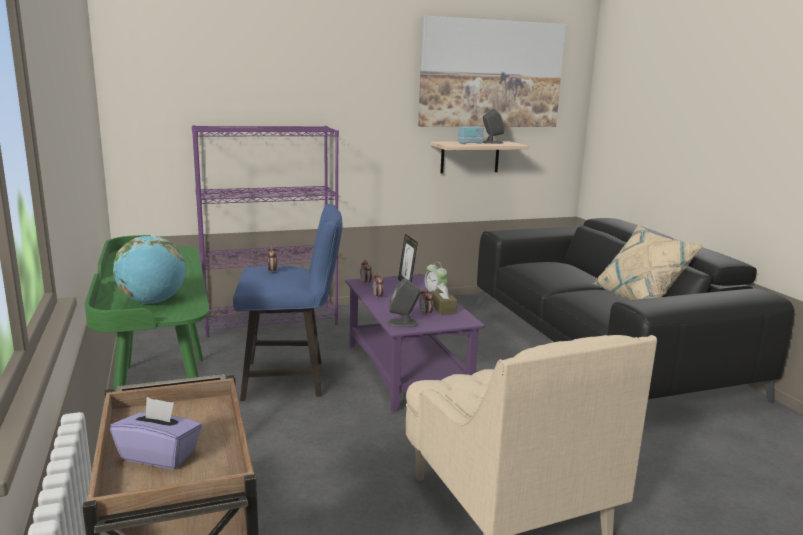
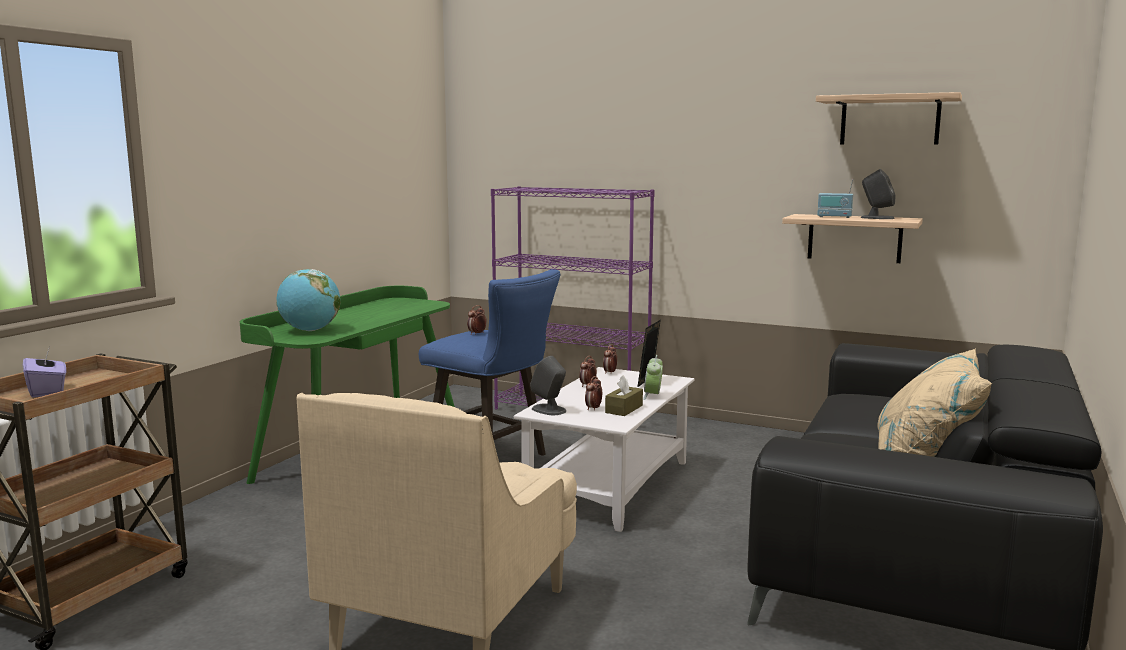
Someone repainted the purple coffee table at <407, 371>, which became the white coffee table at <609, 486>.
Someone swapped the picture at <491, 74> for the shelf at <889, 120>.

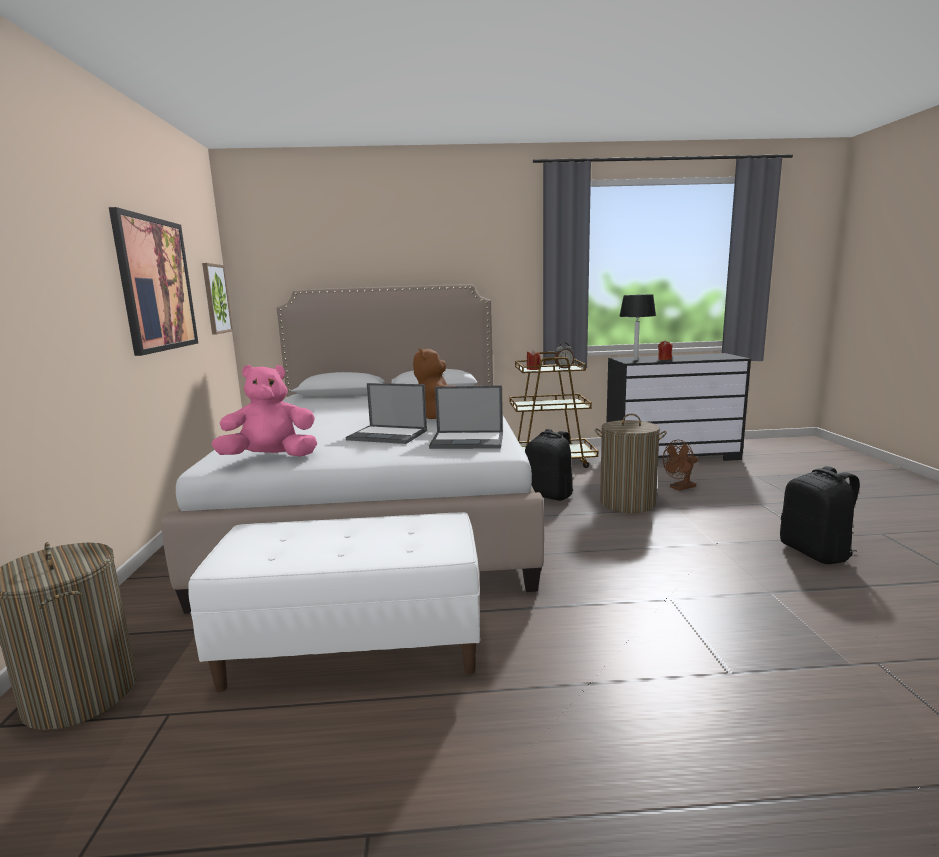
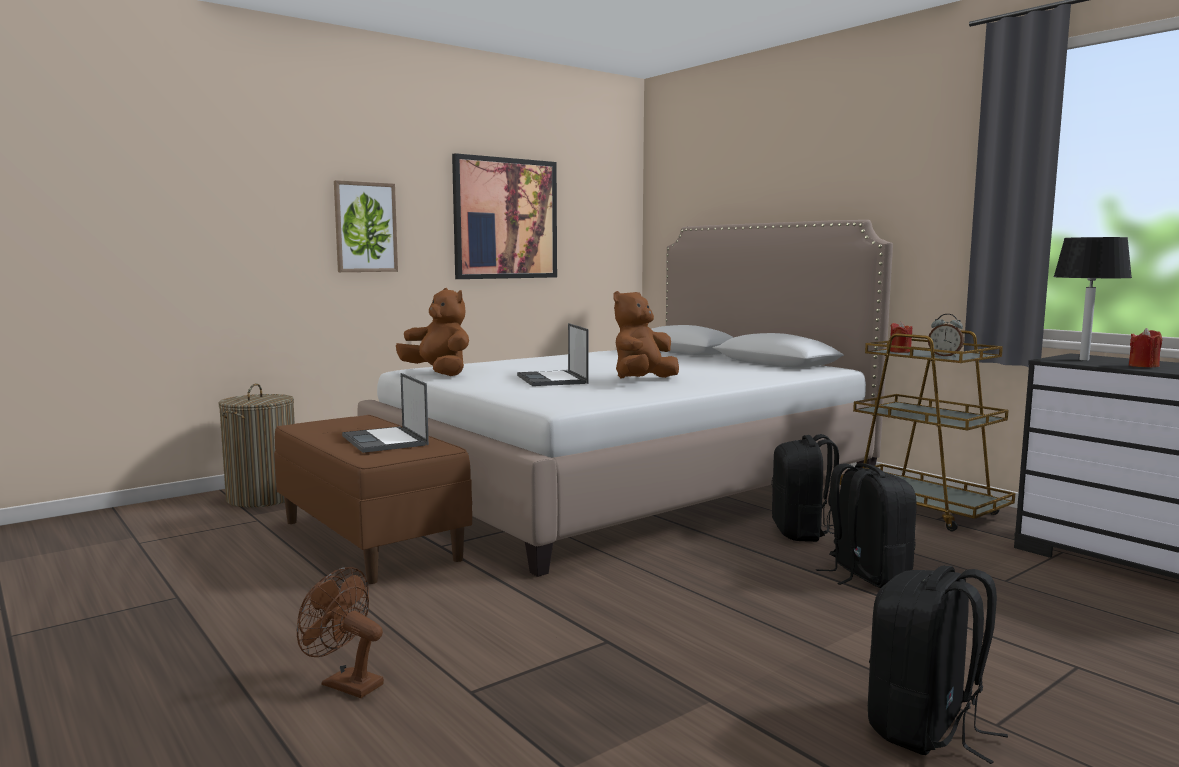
Someone repainted the white bench at <355, 647>, which became the brown bench at <371, 540>.
Someone carried the picture from <216, 299> to <365, 227>.
Someone repainted the pink plush toy at <271, 458>, which became the brown plush toy at <438, 373>.
Someone carried the laptop from <468, 441> to <385, 440>.
Someone swapped the laundry basket at <627, 503> for the black backpack at <865, 575>.
Someone carried the brown fan from <680, 488> to <345, 683>.

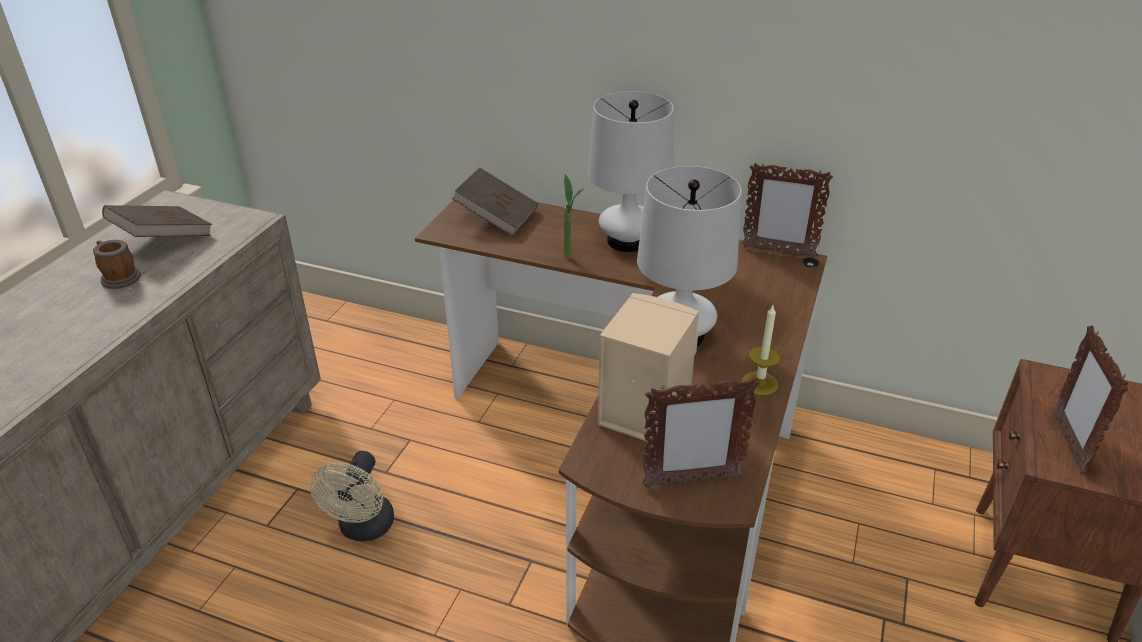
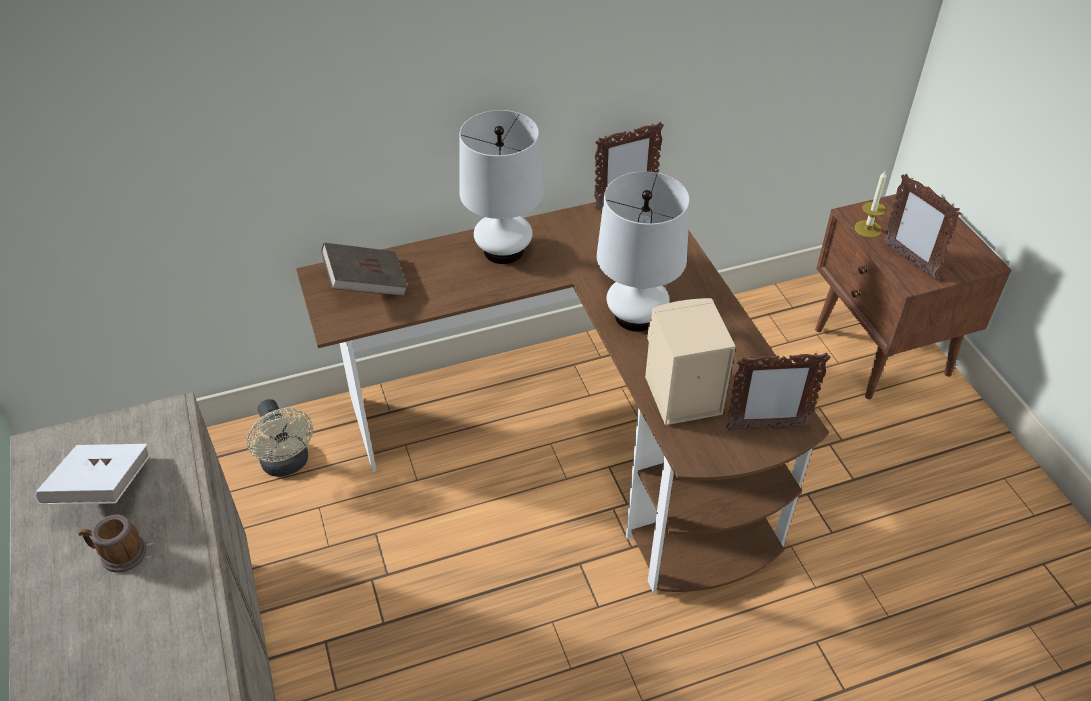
Someone repainted the brown book at <163, 239>, which became the white book at <102, 488>.
Someone carried the beige fan from <363, 529> to <287, 464>.
Someone took away the potted plant at <571, 259>.
Someone rotated the picture frame at <691, 482> by 45 degrees clockwise.
Someone carried the candle from <760, 383> to <868, 229>.

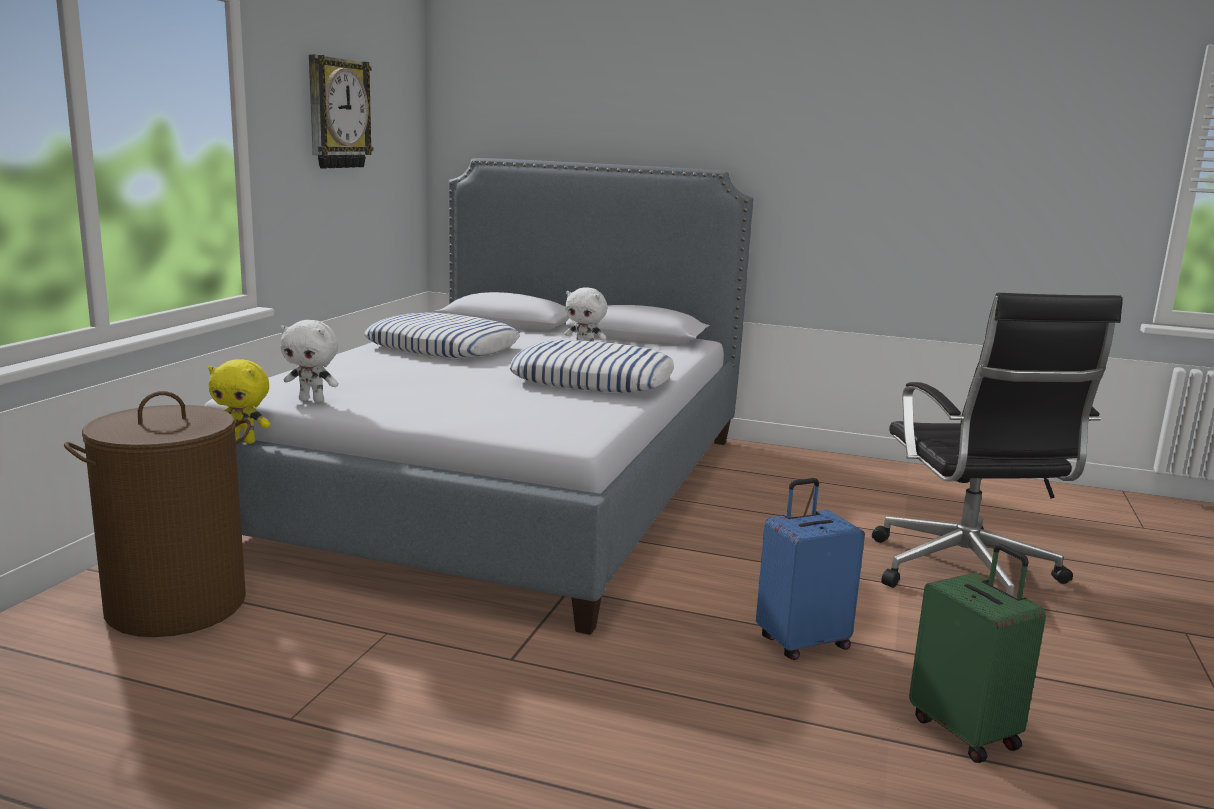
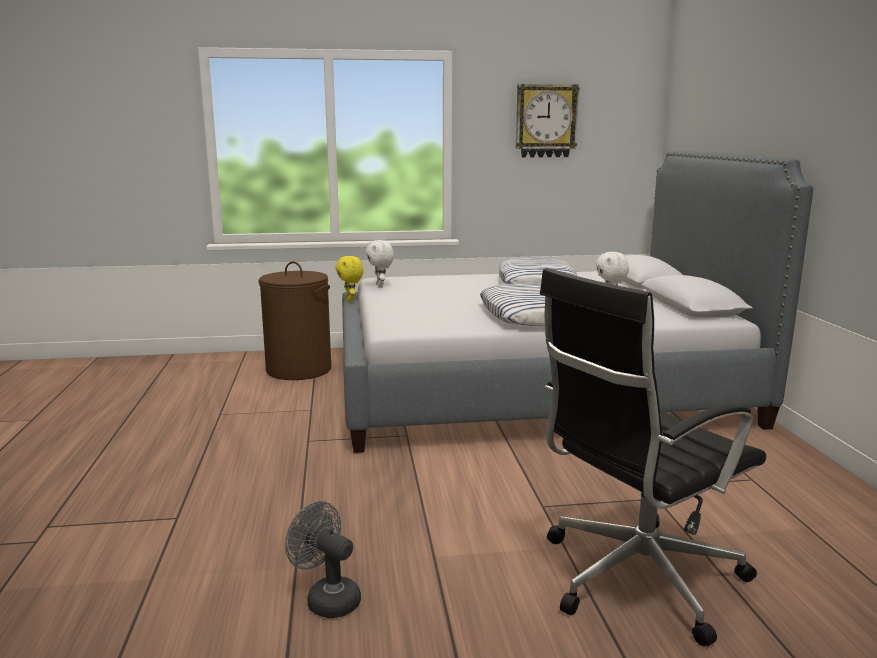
Someone took away the blue suitcase at <801, 642>.
Someone swapped the green suitcase at <966, 732> for the grey fan at <327, 599>.

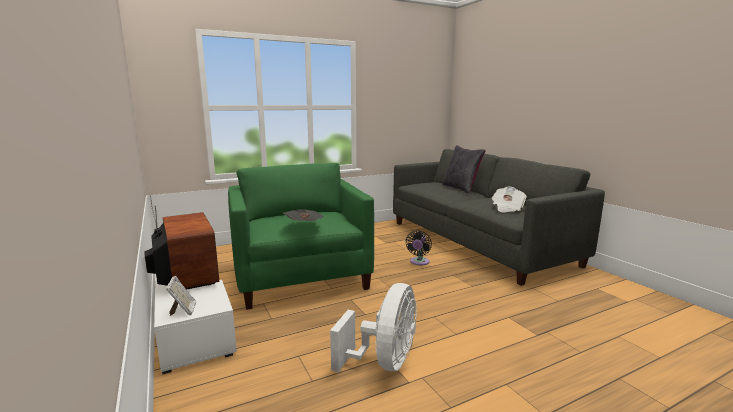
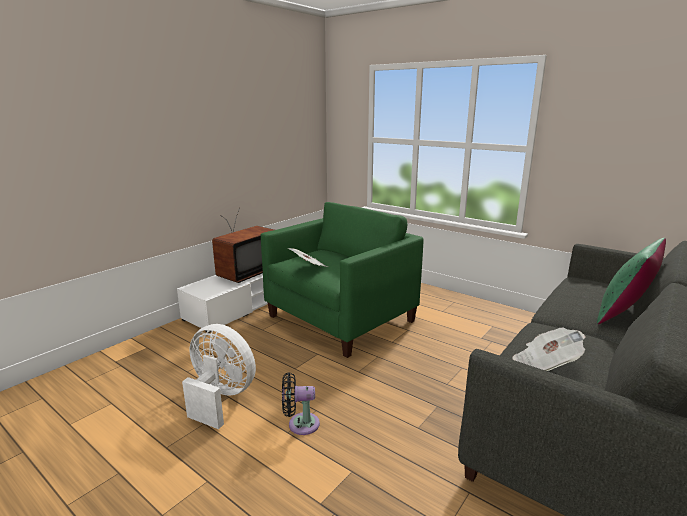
Someone took away the picture frame at <183, 311>.
Someone rotated the white fan at <384, 362> by 150 degrees counterclockwise.
Someone carried the black fan from <419, 262> to <300, 424>.
Someone repainted the black pillow at <461, 188>, which became the green pillow at <623, 314>.

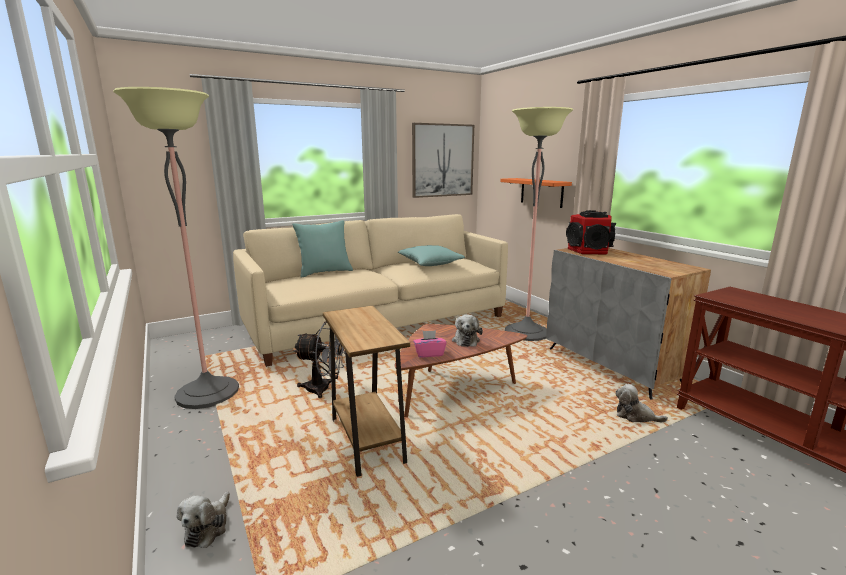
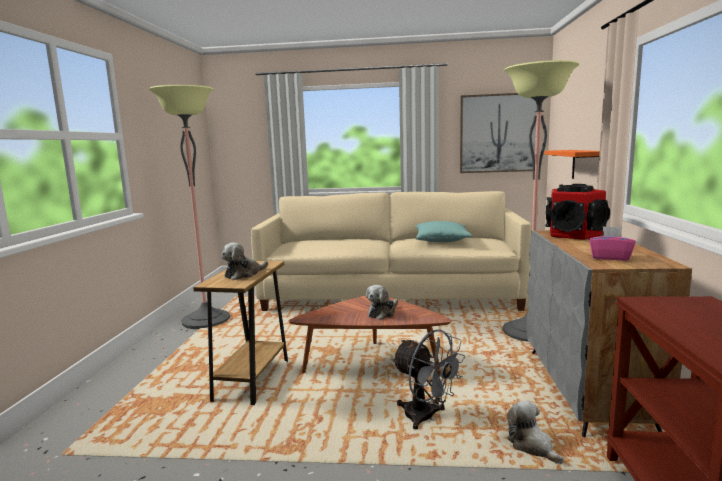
Someone carried the plush toy from <208, 527> to <244, 274>.
Someone took away the turquoise pillow at <325, 272>.
Someone carried the grey fan from <324, 389> to <426, 418>.
Someone carried the pink tissue box from <429, 354> to <610, 257>.

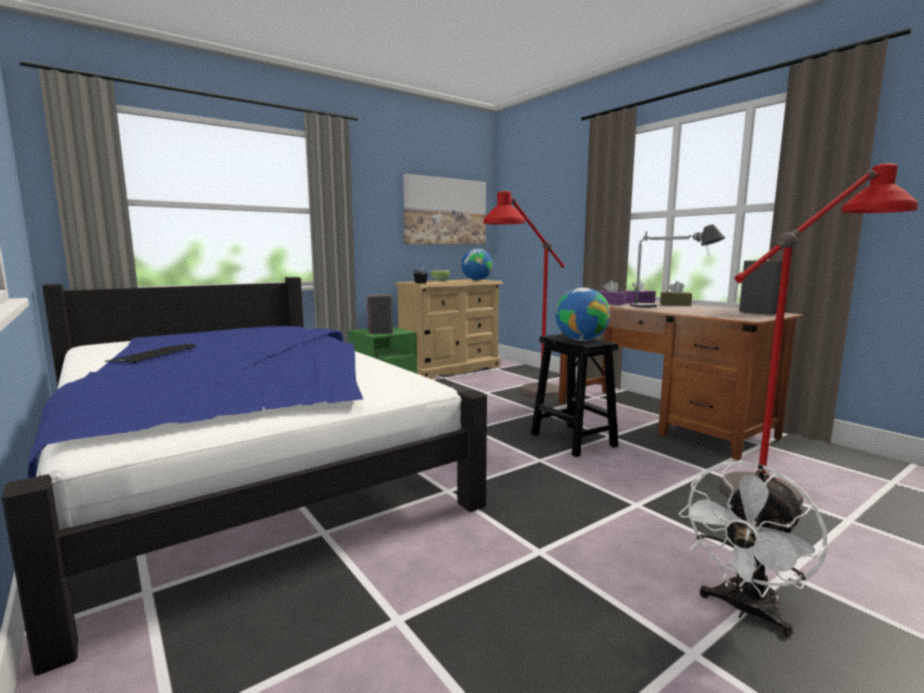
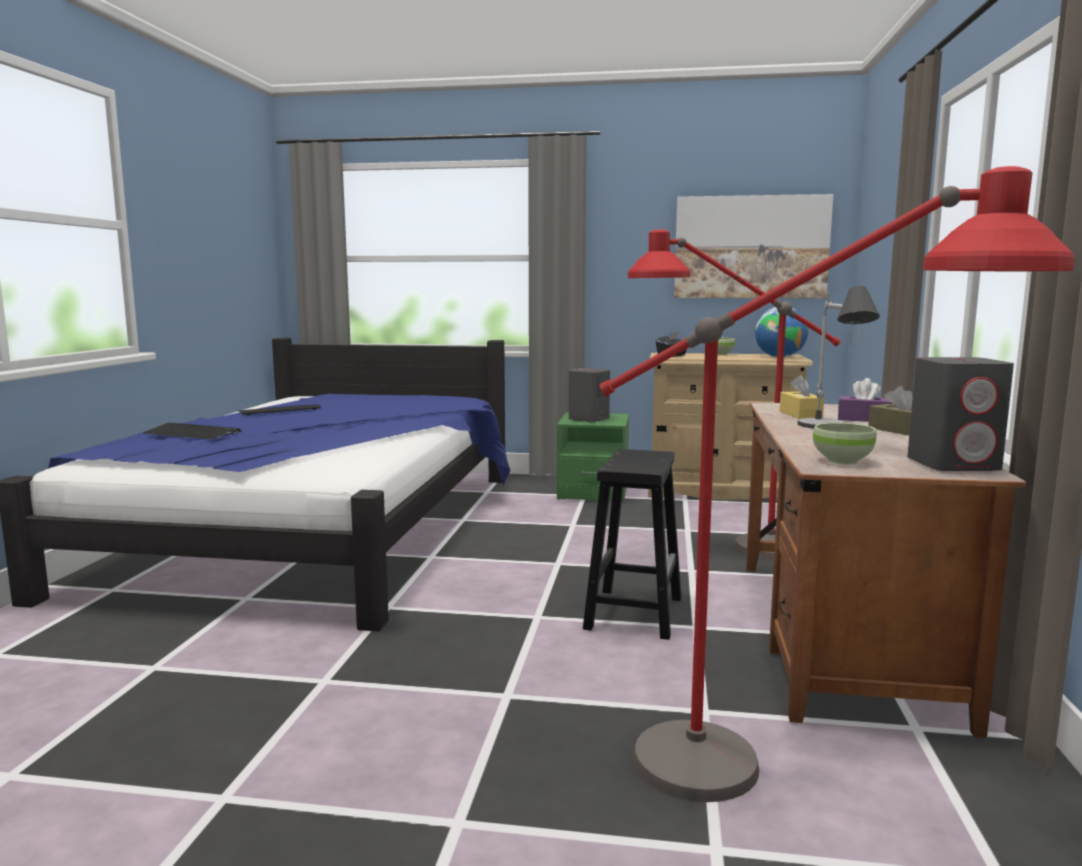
Someone took away the globe at <581, 340>.
Someone repainted the purple tissue box at <610, 303>, which became the yellow tissue box at <800, 415>.
Someone took away the white fan at <744, 610>.
Someone put down the keyboard at <192, 433>.
Someone put down the green bowl at <843, 461>.

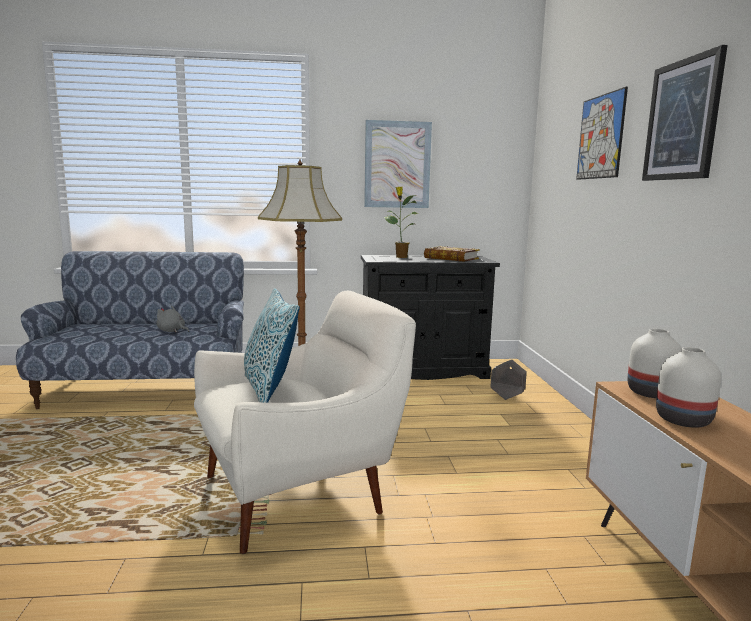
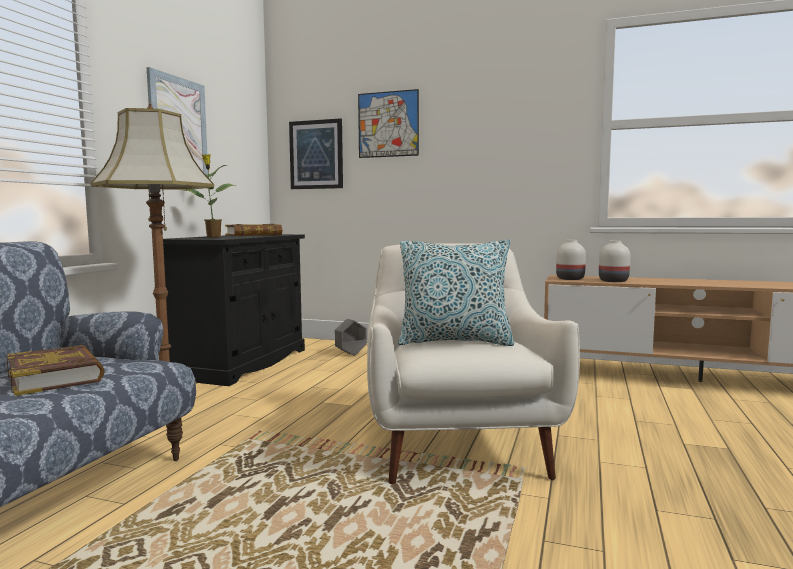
Someone swapped the grey plush toy at <172, 331> for the book at <56, 377>.
Someone carried the picture from <682, 120> to <316, 154>.

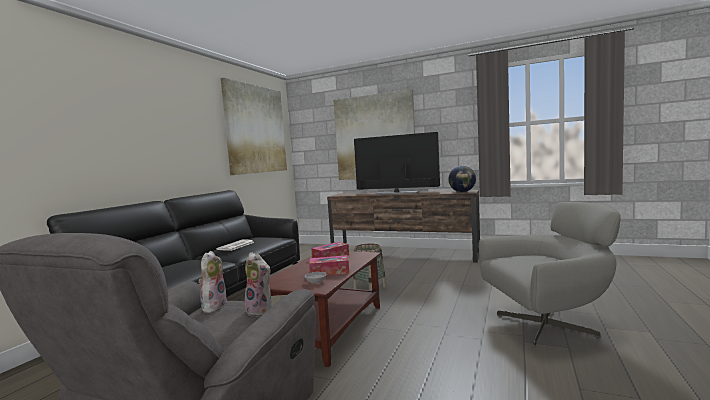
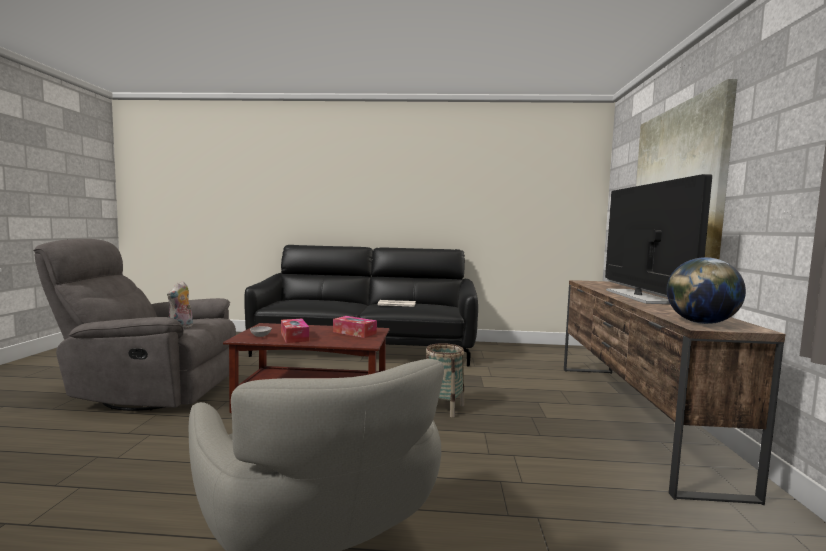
Someone took away the plush toy at <214, 306>.
Someone took away the picture at <255, 129>.

